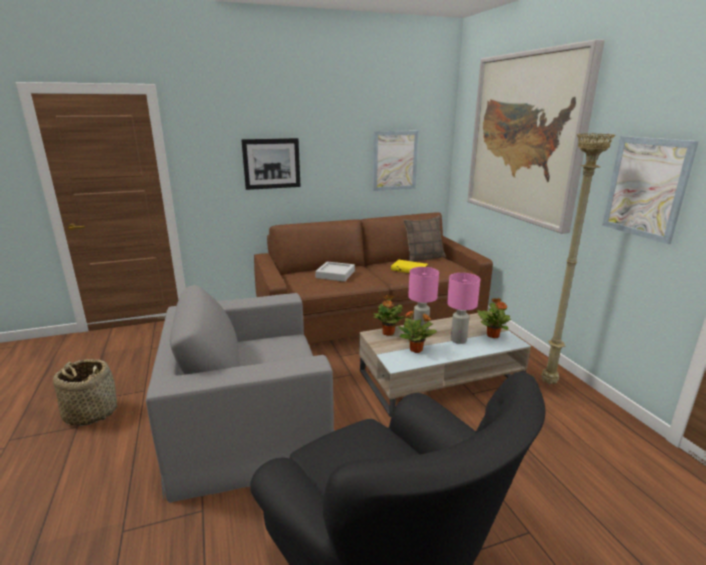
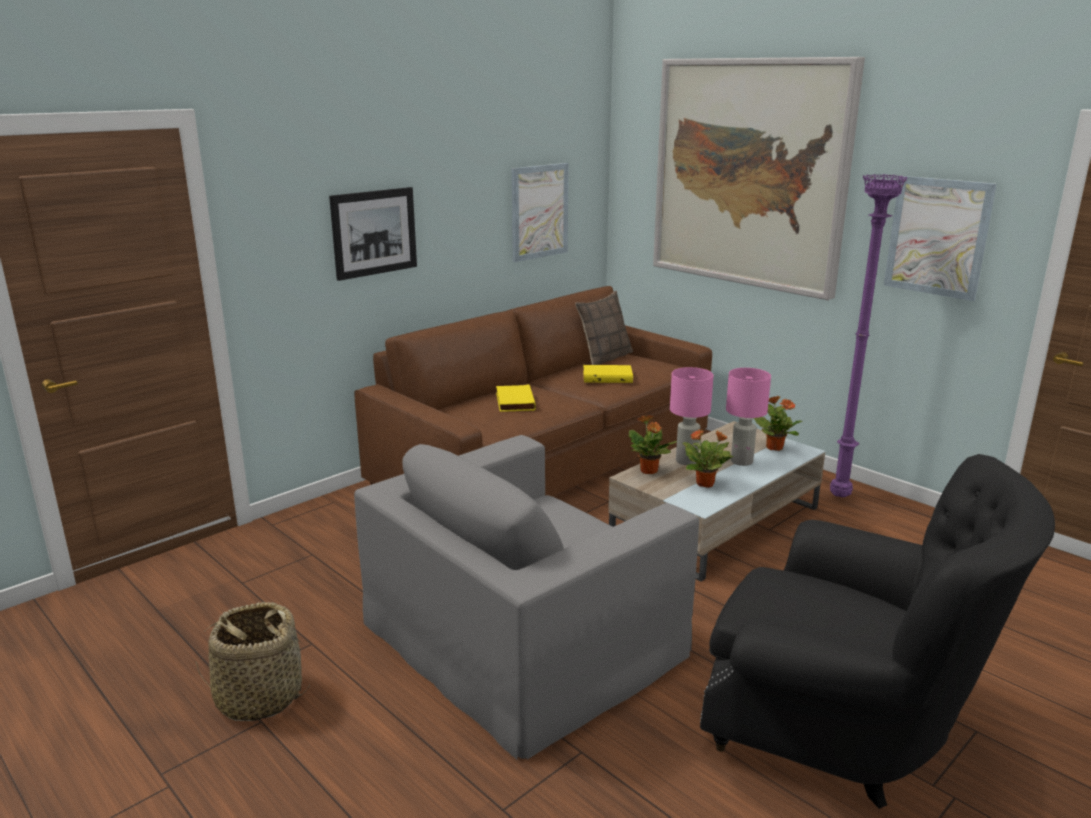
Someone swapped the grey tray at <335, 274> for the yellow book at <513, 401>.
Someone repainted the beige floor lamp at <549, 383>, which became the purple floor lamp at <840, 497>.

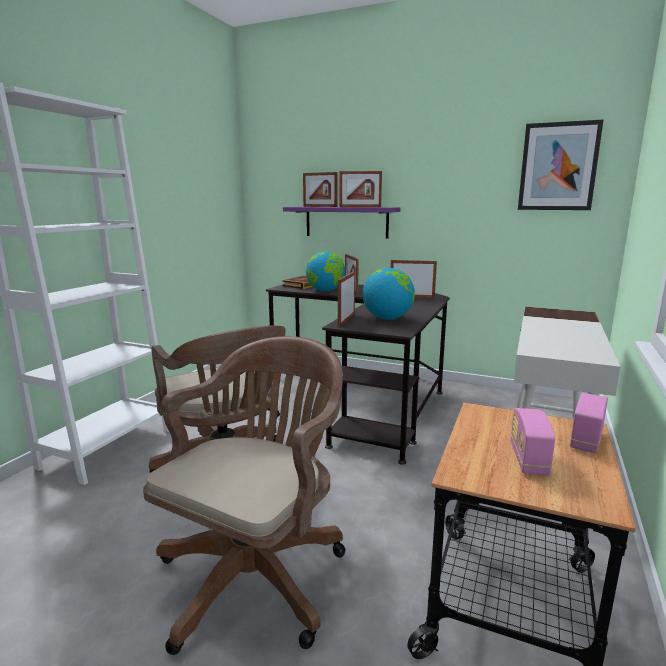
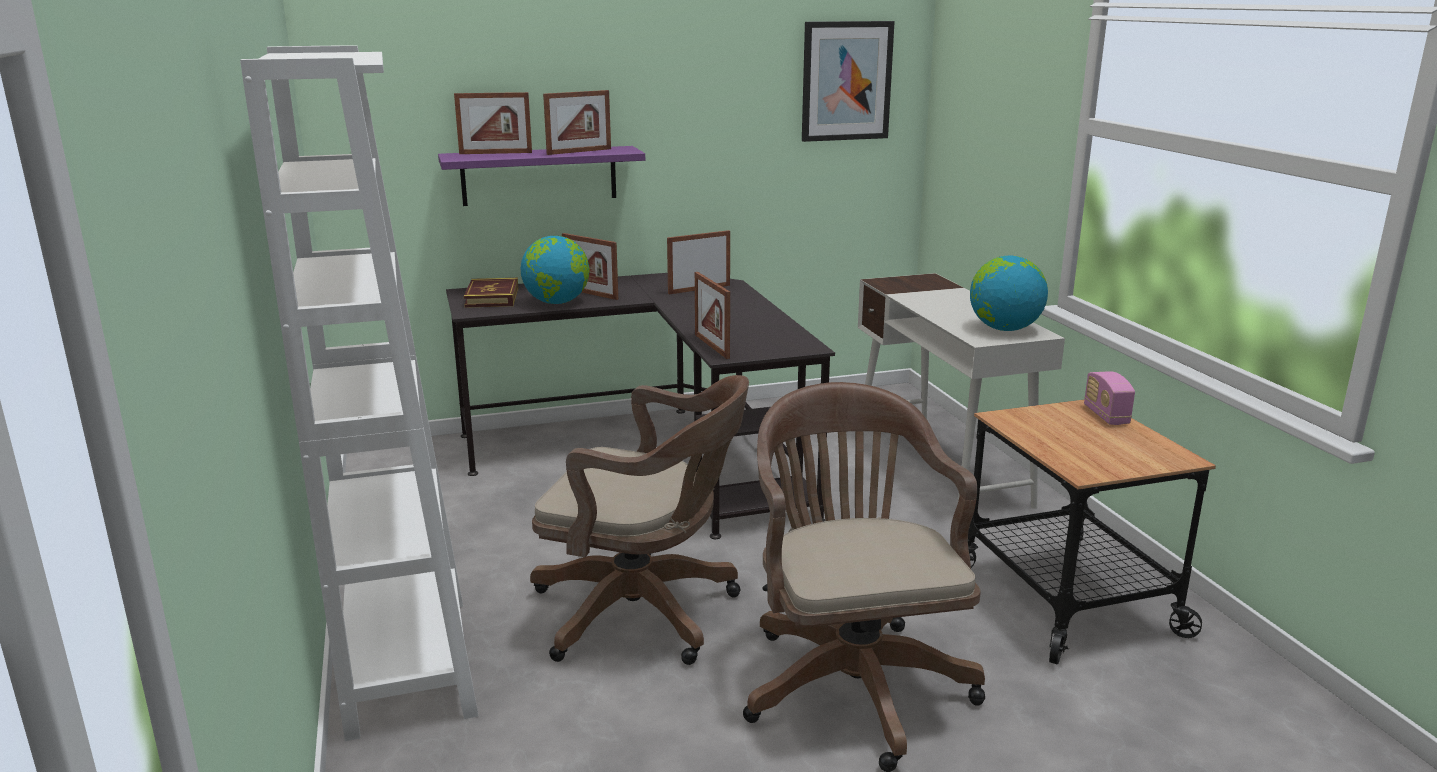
Someone carried the globe from <387, 318> to <1004, 329>.
Someone took away the radio at <528, 459>.

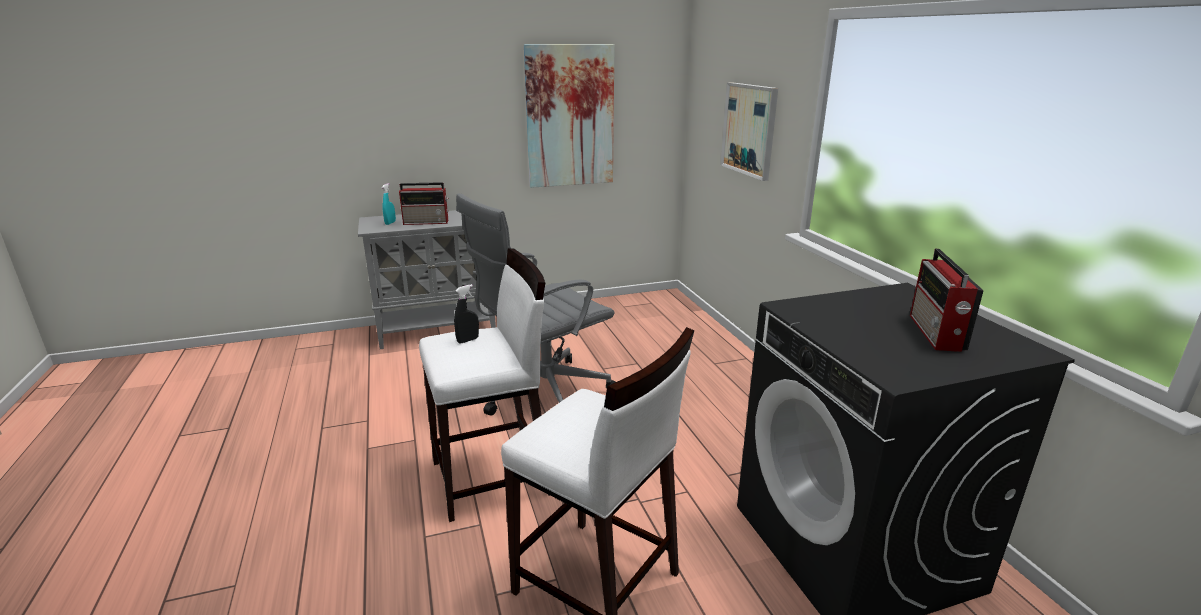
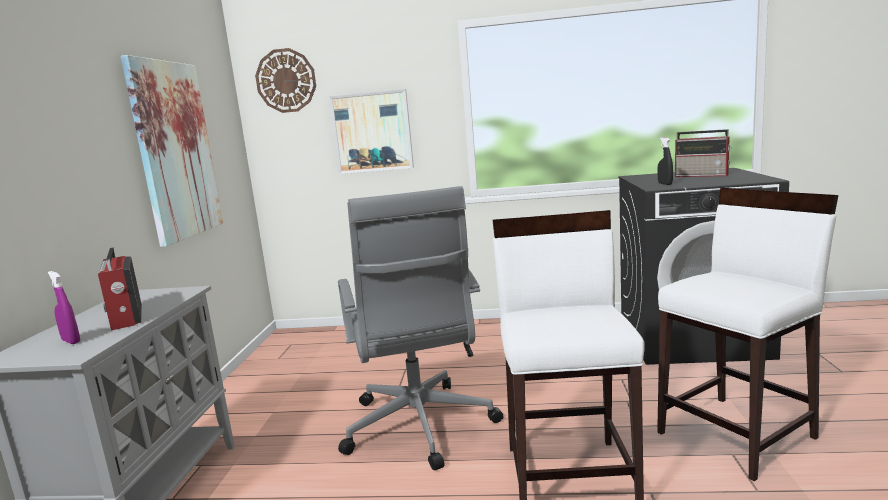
Someone repainted the turquoise spray bottle at <390, 223>, which became the purple spray bottle at <71, 341>.
Someone rotated the radio at <427, 222> by 135 degrees clockwise.
Someone carried the black spray bottle from <468, 340> to <665, 184>.
Someone put up the wall clock at <286, 80>.

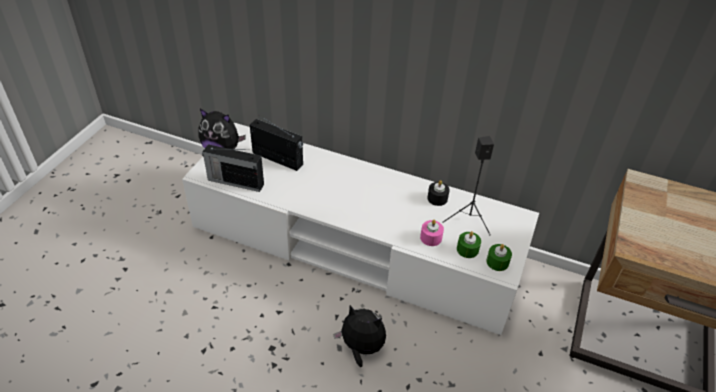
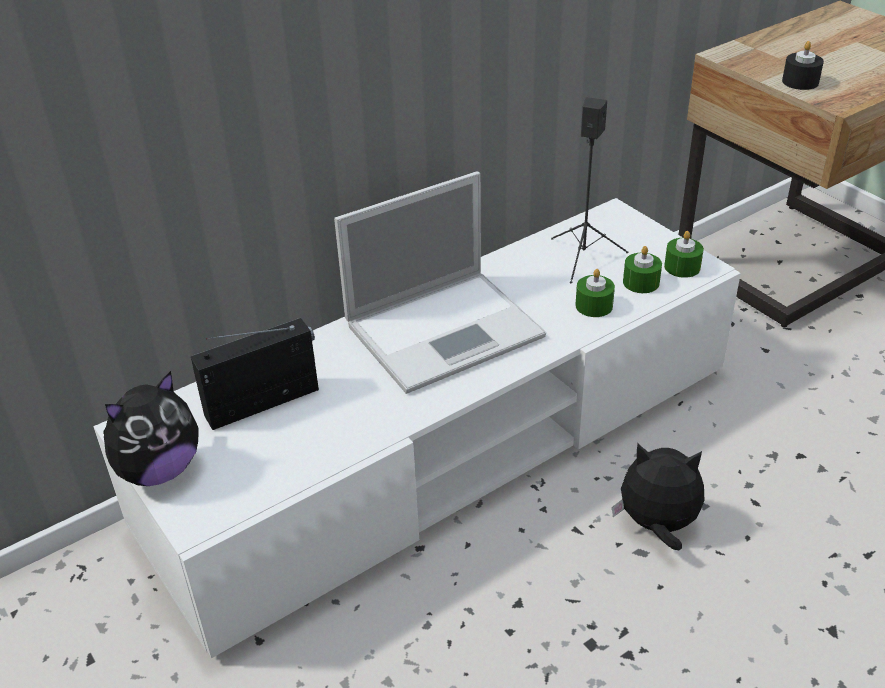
Someone took away the radio at <235, 182>.
Someone rotated the plush toy at <361, 348> by 45 degrees clockwise.
Someone repainted the pink candle at <431, 238>, which became the green candle at <594, 305>.
Someone carried the black candle from <437, 198> to <800, 82>.
Someone put down the laptop at <447, 329>.

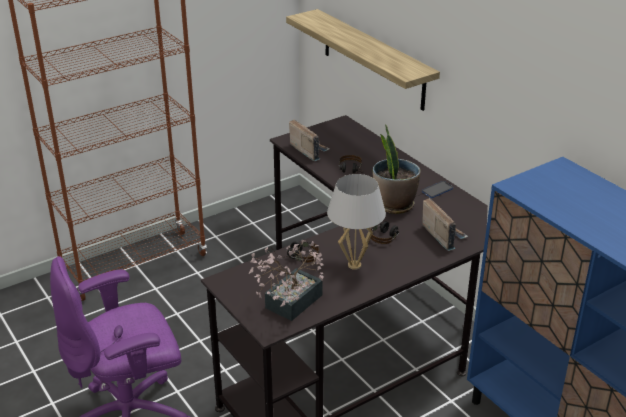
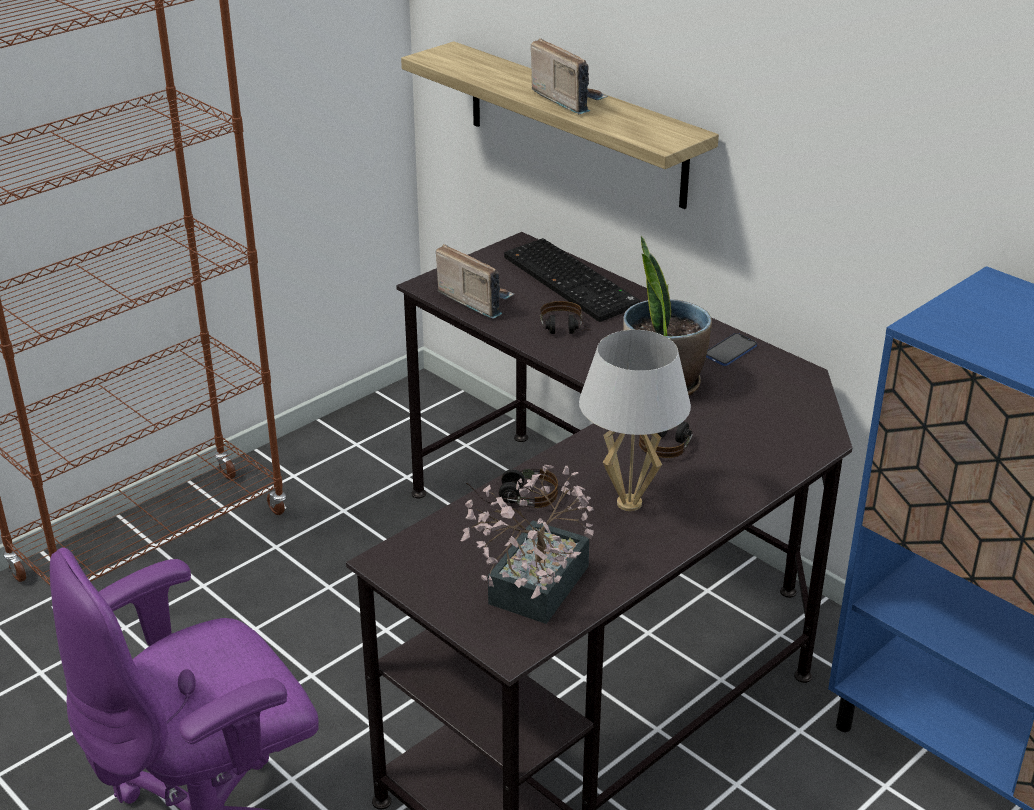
Someone carried the radio from <443, 235> to <567, 99>.
Someone put down the keyboard at <573, 281>.

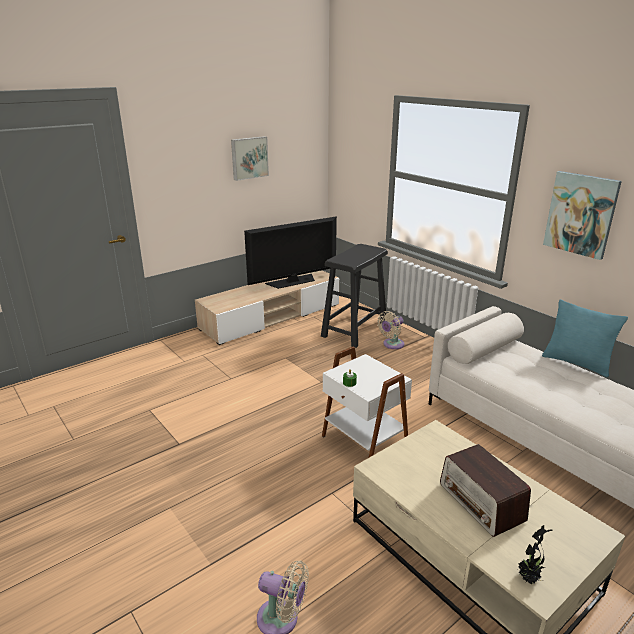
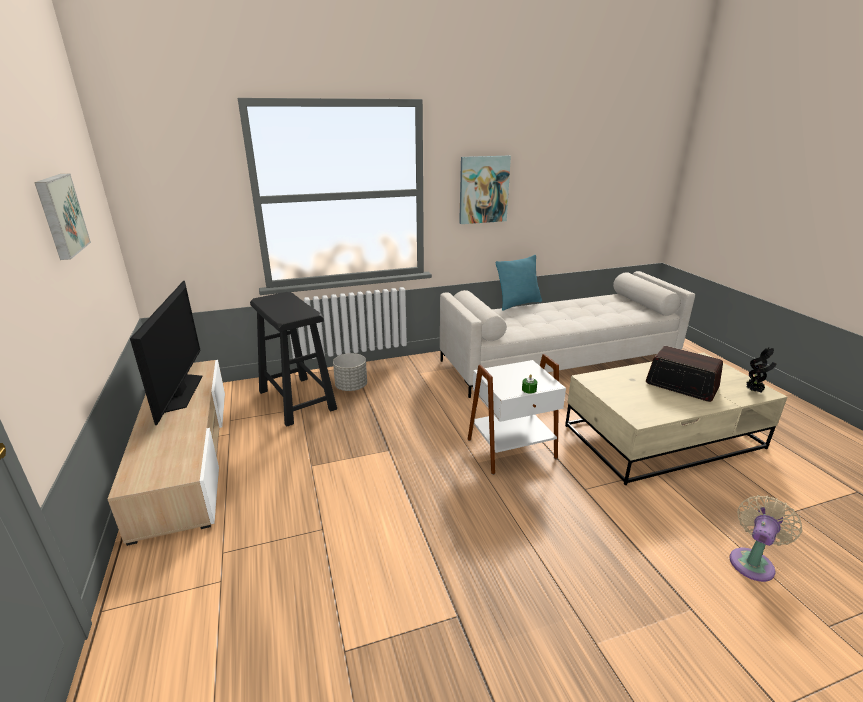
Someone swapped the beige fan at <392, 345> for the grey planter at <351, 387>.
Someone rotated the radio at <481, 503> by 135 degrees counterclockwise.

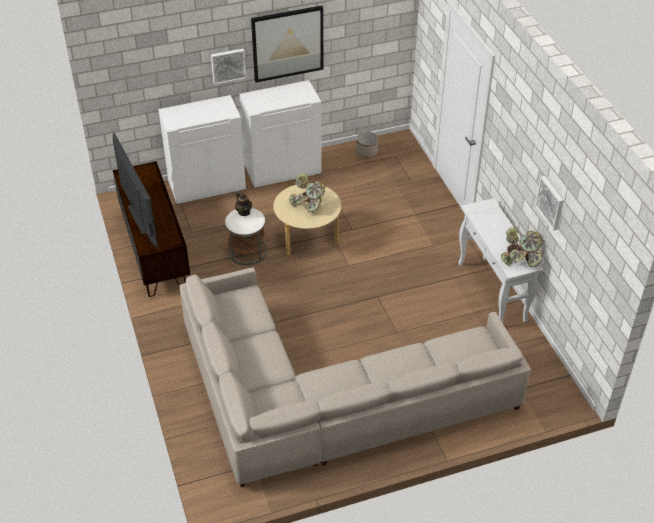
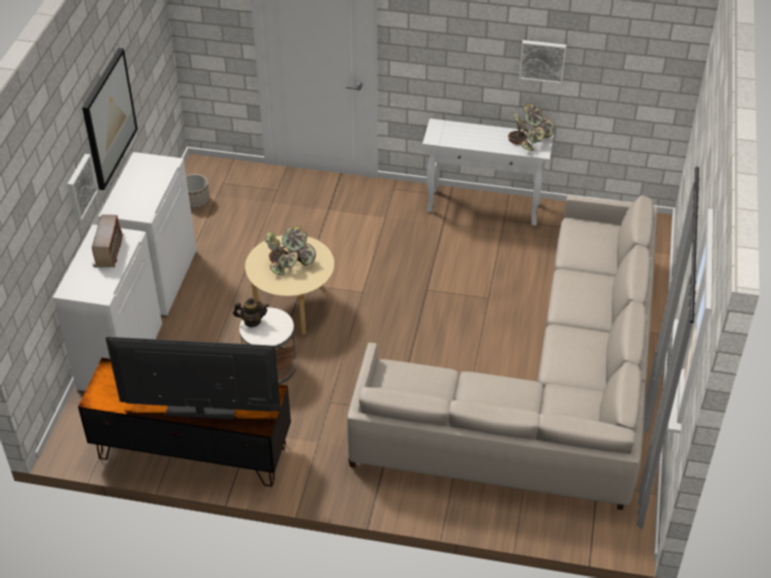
Someone put down the radio at <109, 251>.

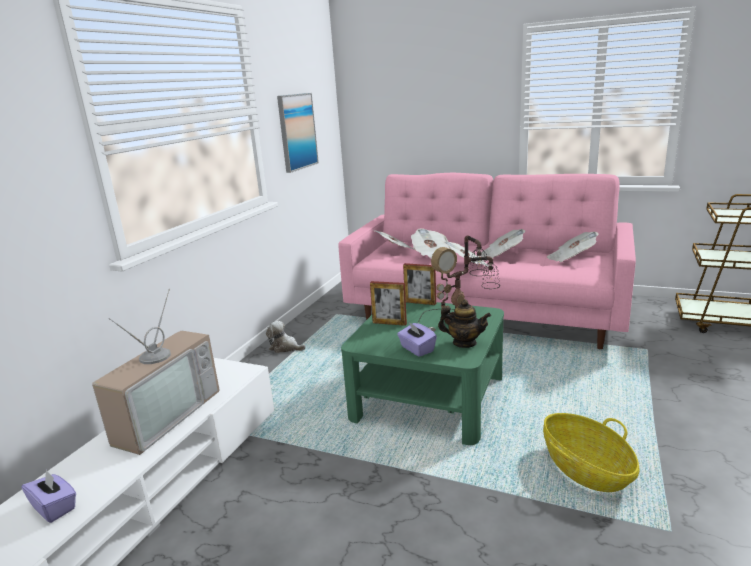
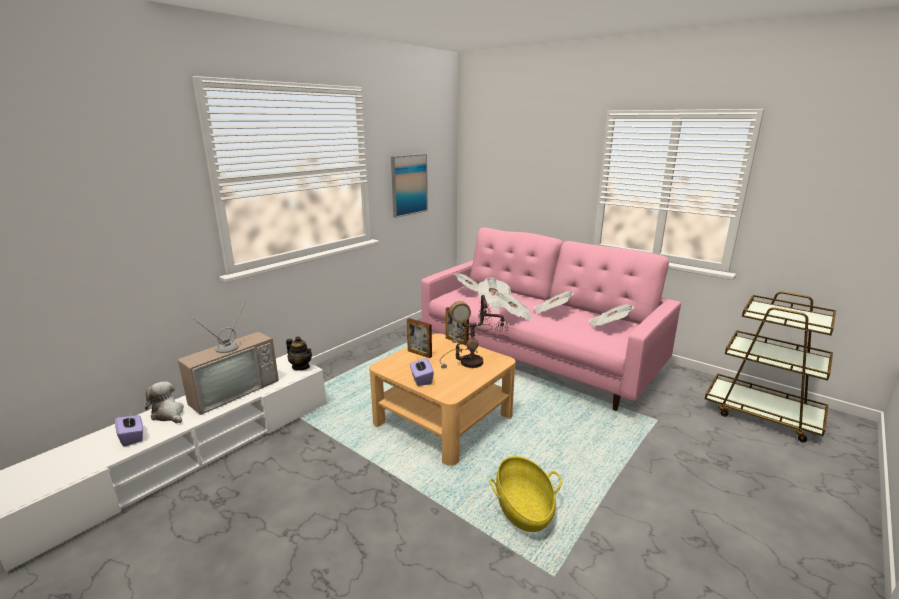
Someone carried the plush toy from <285, 347> to <168, 414>.
Someone repainted the green coffee table at <429, 396>, which became the beige coffee table at <444, 419>.
Someone carried the teapot from <464, 343> to <301, 367>.

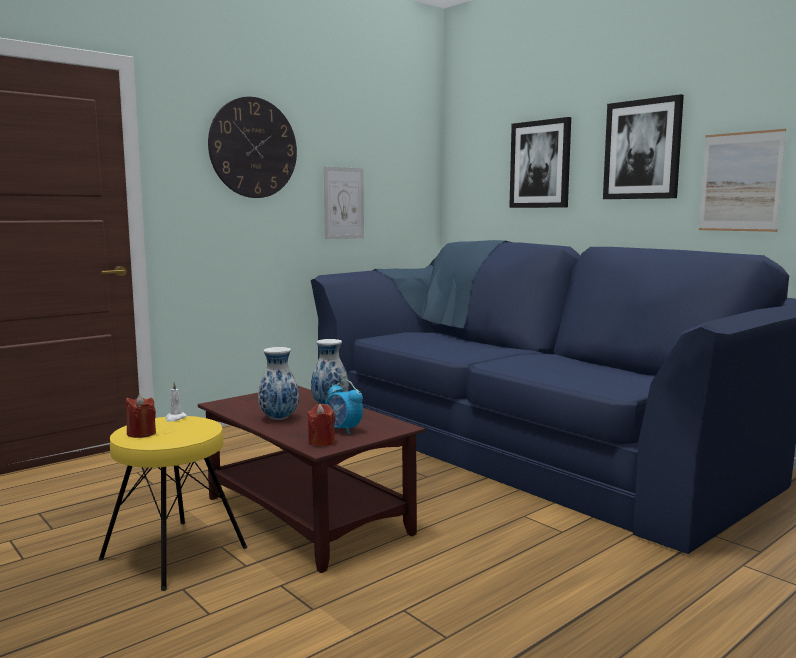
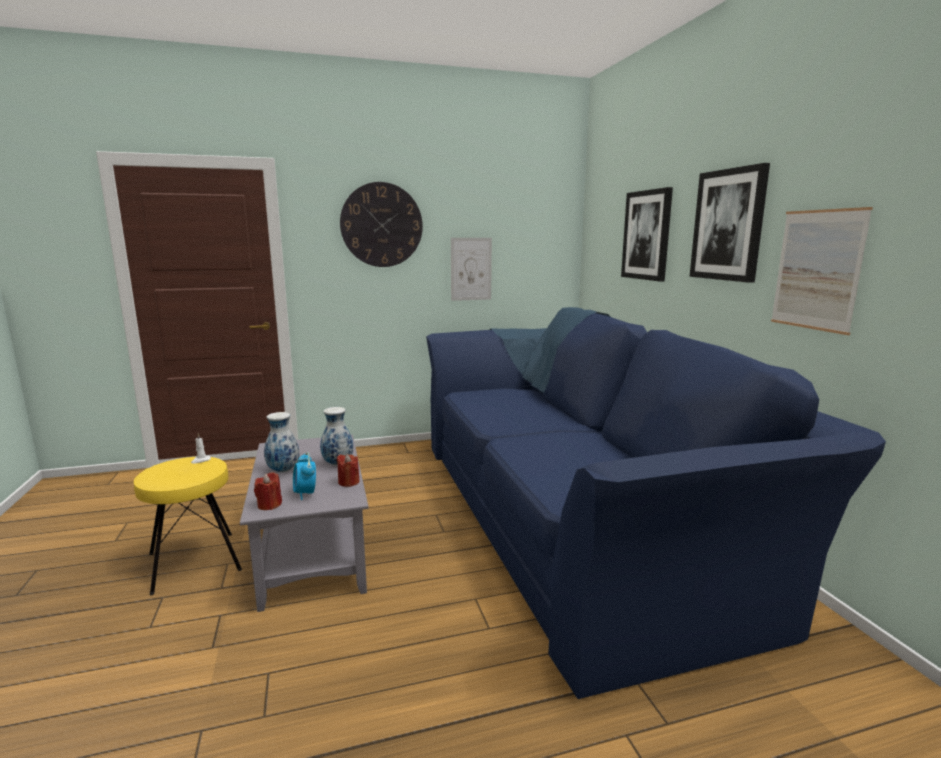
Someone carried the red candle from <141, 433> to <348, 482>.
Someone repainted the brown coffee table at <308, 515>, which became the grey coffee table at <313, 550>.

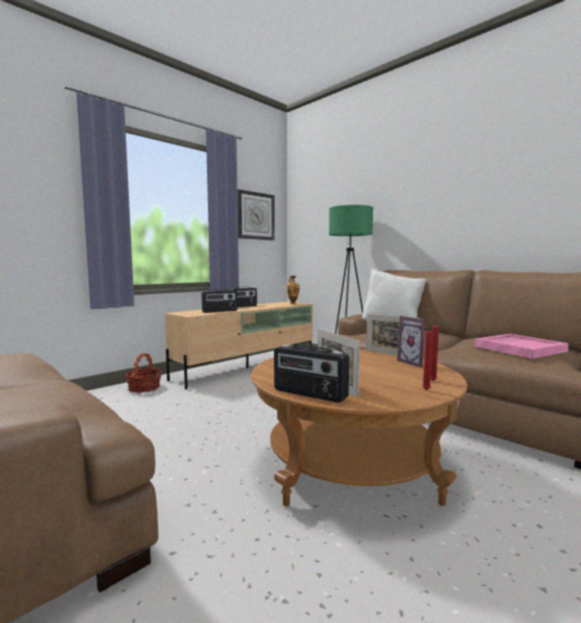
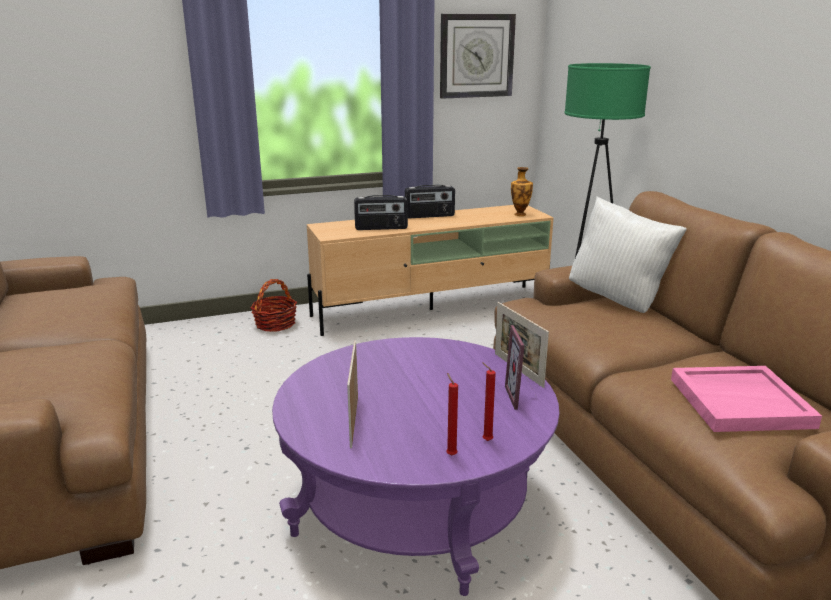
Someone repainted the brown coffee table at <352, 464>, which became the purple coffee table at <416, 506>.
Someone took away the radio at <309, 394>.

